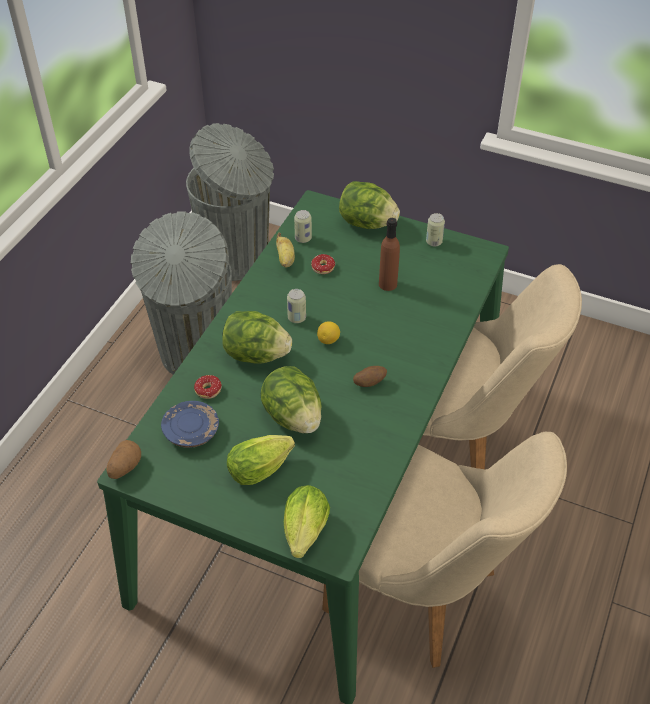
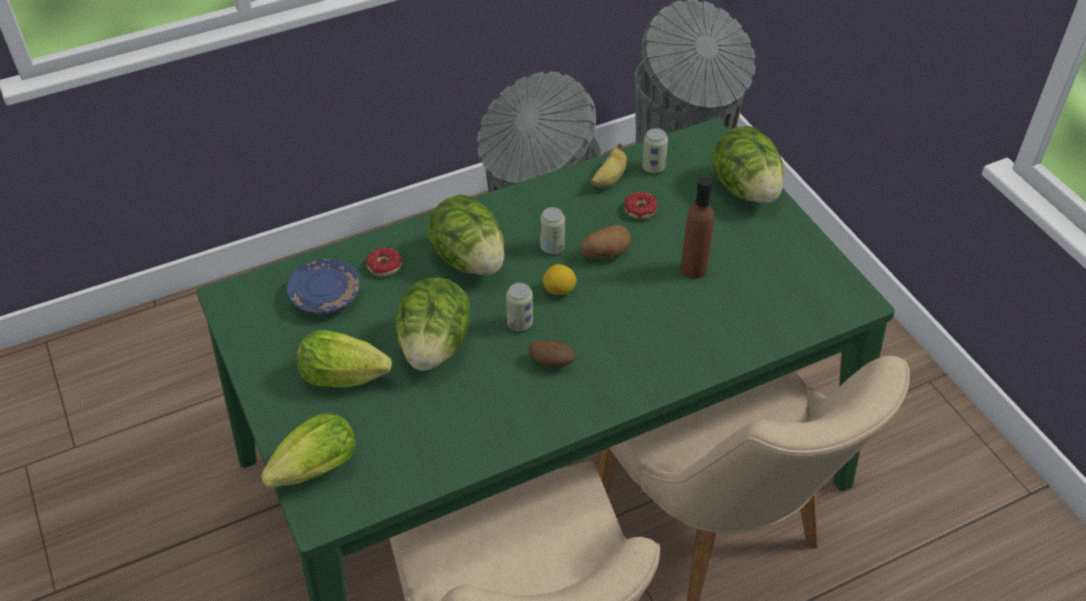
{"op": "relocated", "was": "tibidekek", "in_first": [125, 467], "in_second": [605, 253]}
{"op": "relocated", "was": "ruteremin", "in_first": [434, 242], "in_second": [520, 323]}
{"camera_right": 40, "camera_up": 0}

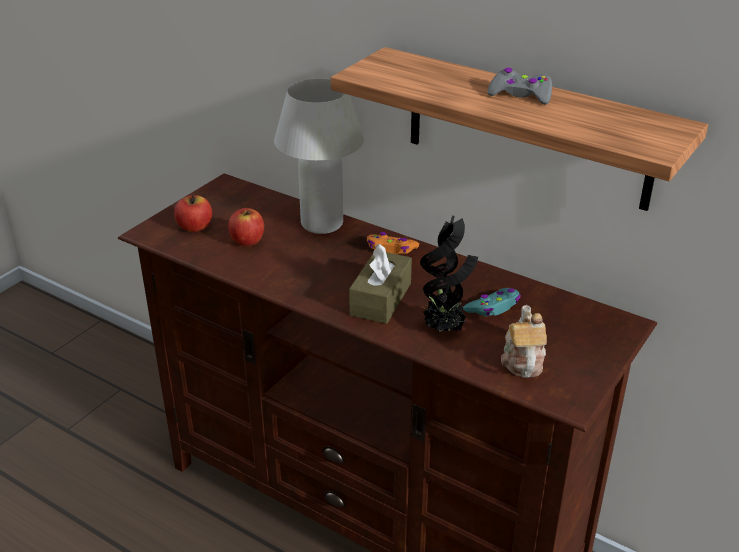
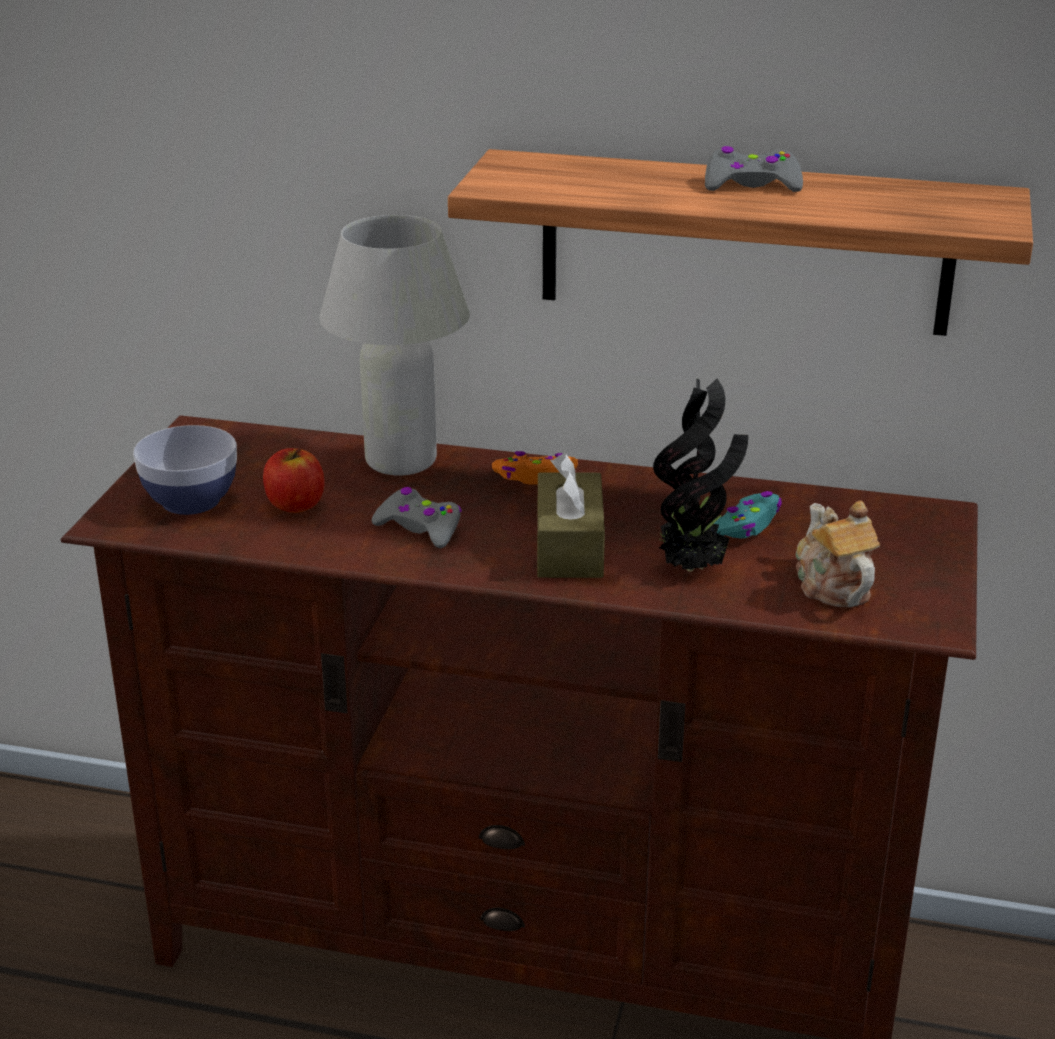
{"op": "exchanged", "was": "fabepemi", "now": "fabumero", "in_first": [195, 227], "in_second": [190, 501]}
{"op": "appeared", "now": "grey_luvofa", "in_second": [420, 528]}
{"camera_right": -20, "camera_up": -5}

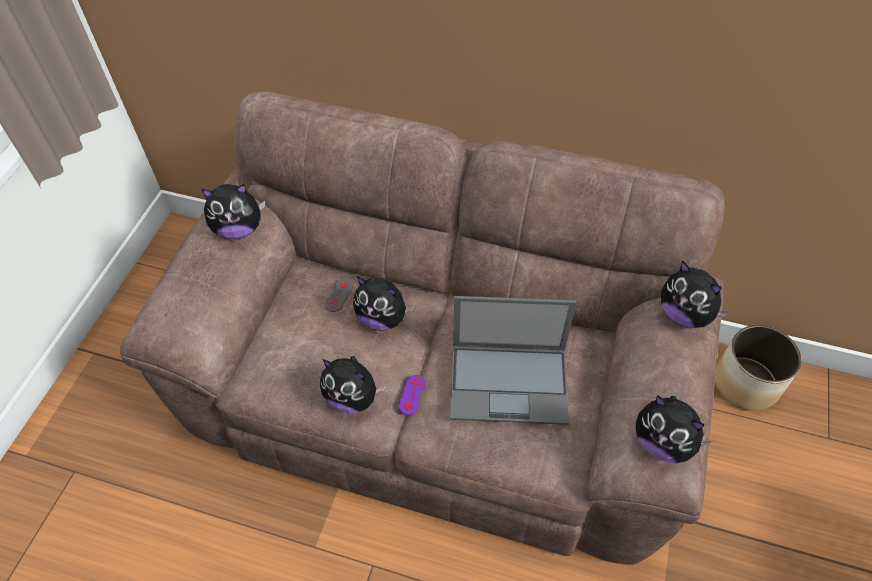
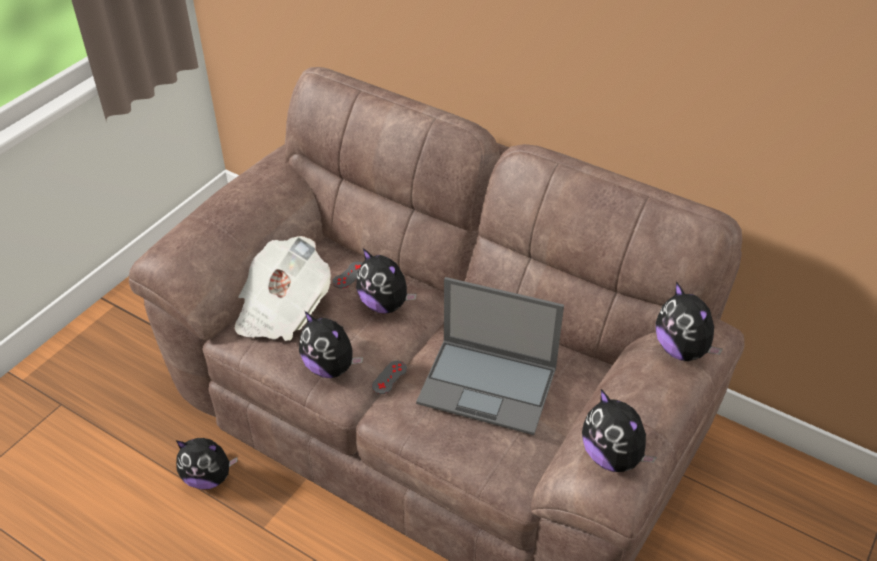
{"op": "relocated", "was": "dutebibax", "in_first": [239, 229], "in_second": [208, 477]}
{"op": "colour", "was": "purple_luvofa", "now": "grey_luvofa", "in_first": [412, 395], "in_second": [389, 377]}
{"op": "missing", "was": "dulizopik", "in_first": [746, 383]}
{"op": "appeared", "now": "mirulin", "in_second": [281, 309]}
{"camera_right": 15, "camera_up": -10}

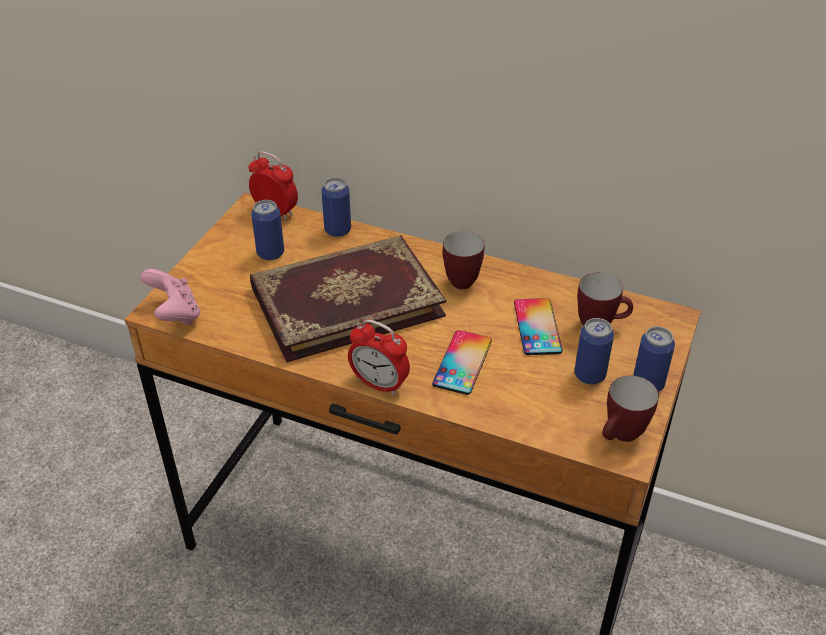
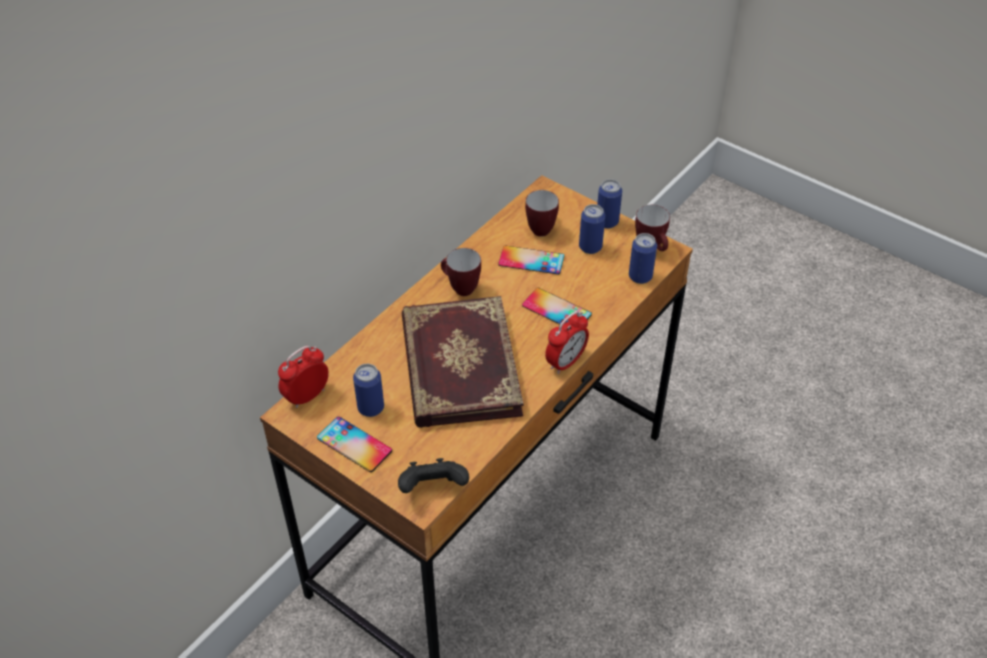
{"op": "colour", "was": "pink_luvofa", "now": "black_luvofa", "in_first": [175, 315], "in_second": [433, 488]}
{"op": "relocated", "was": "ruteremin", "in_first": [337, 230], "in_second": [640, 276]}
{"op": "appeared", "now": "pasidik", "in_second": [354, 444]}
{"camera_right": -75, "camera_up": 5}

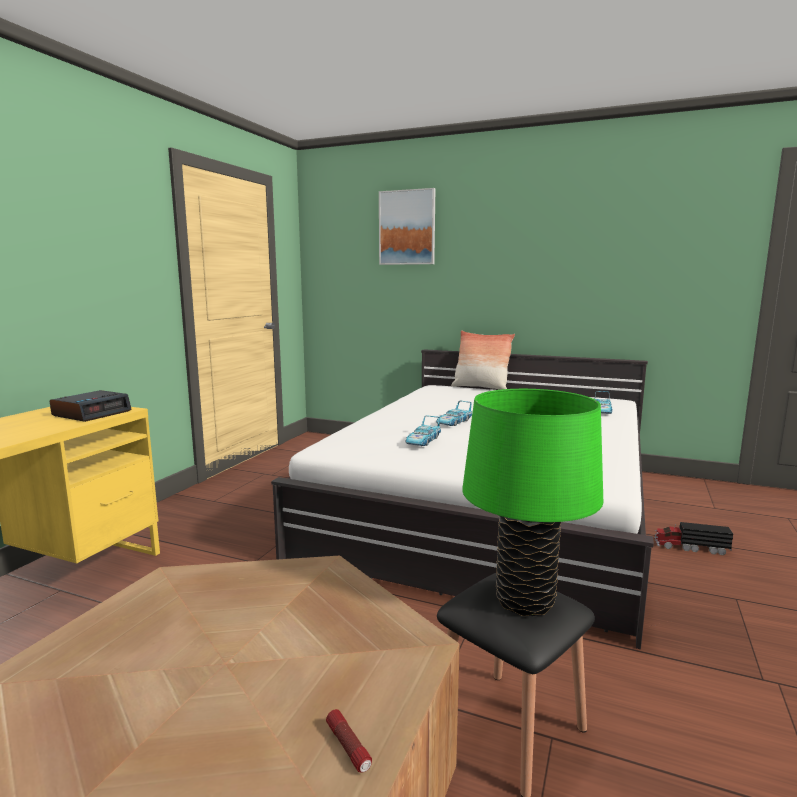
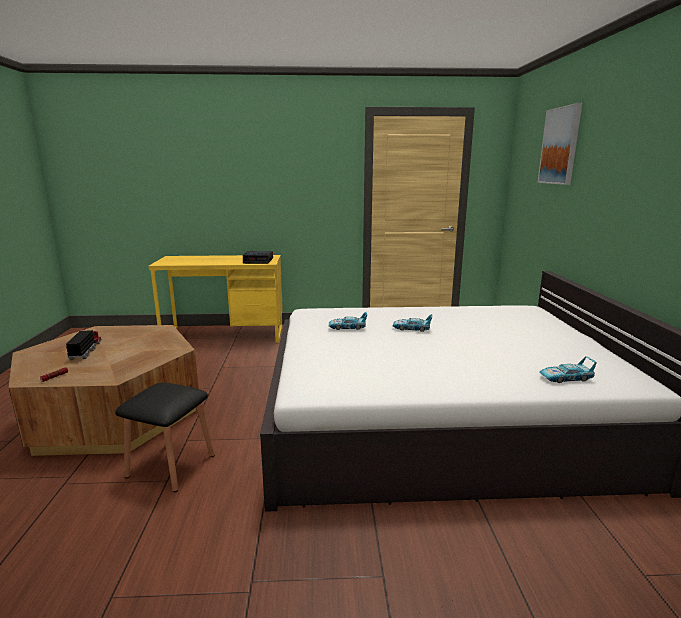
{"op": "missing", "was": "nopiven", "in_first": [481, 387]}
{"op": "missing", "was": "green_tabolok", "in_first": [525, 601]}
{"op": "relocated", "was": "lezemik", "in_first": [690, 547], "in_second": [86, 350]}
{"camera_right": 65, "camera_up": 5}

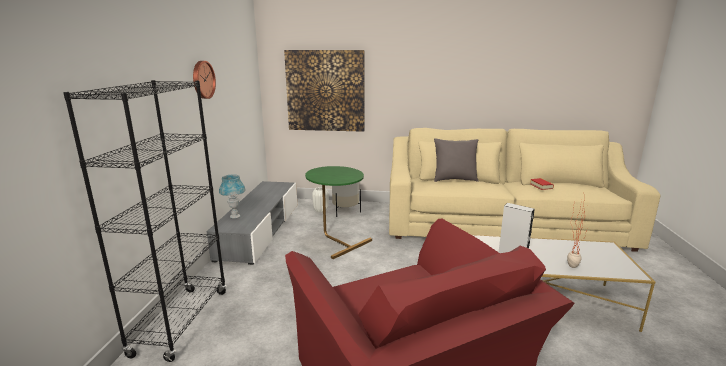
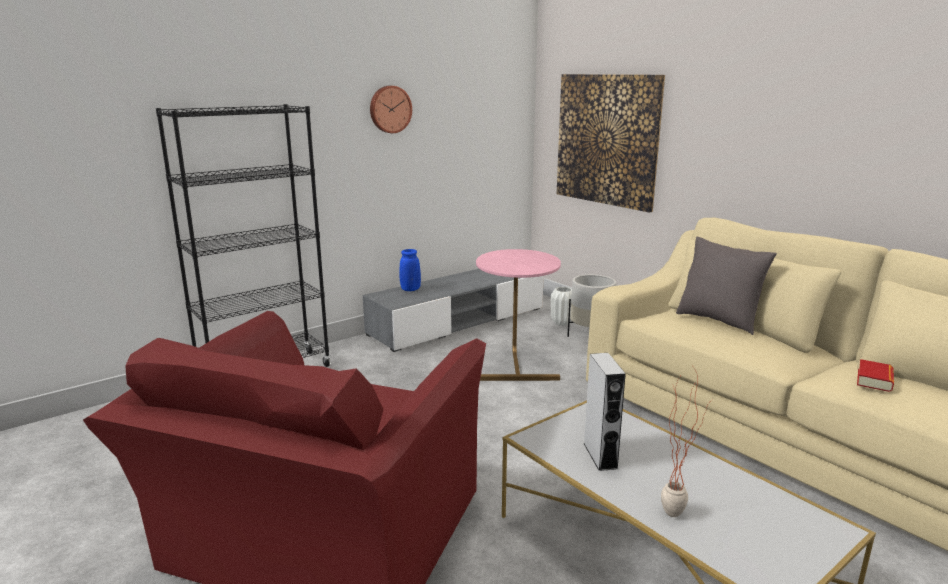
{"op": "exchanged", "was": "blue_tabolok", "now": "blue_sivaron", "in_first": [235, 216], "in_second": [410, 289]}
{"op": "colour", "was": "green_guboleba", "now": "pink_guboleba", "in_first": [336, 241], "in_second": [516, 364]}
{"camera_right": 45, "camera_up": 0}

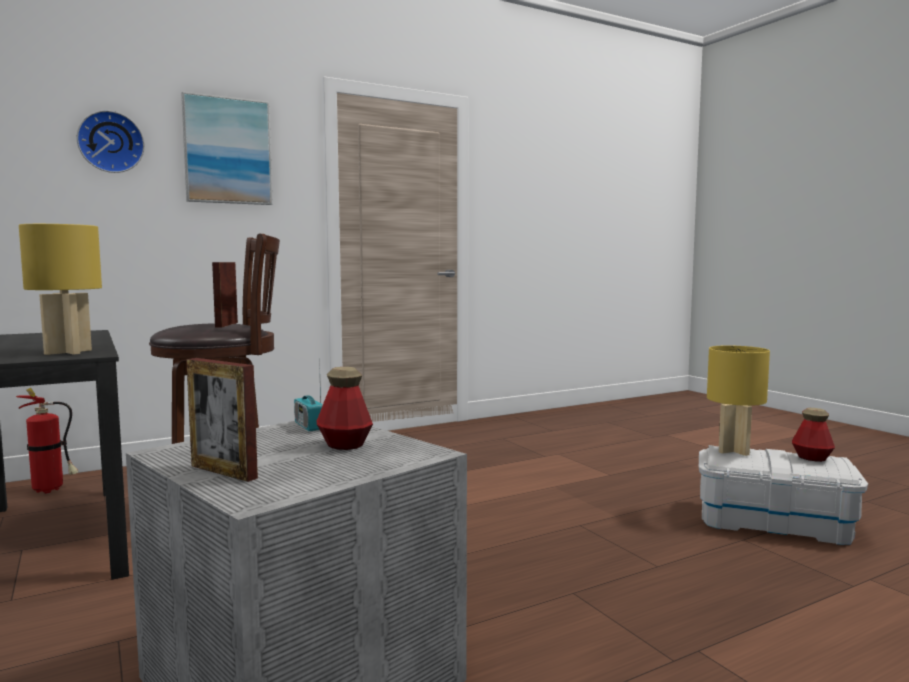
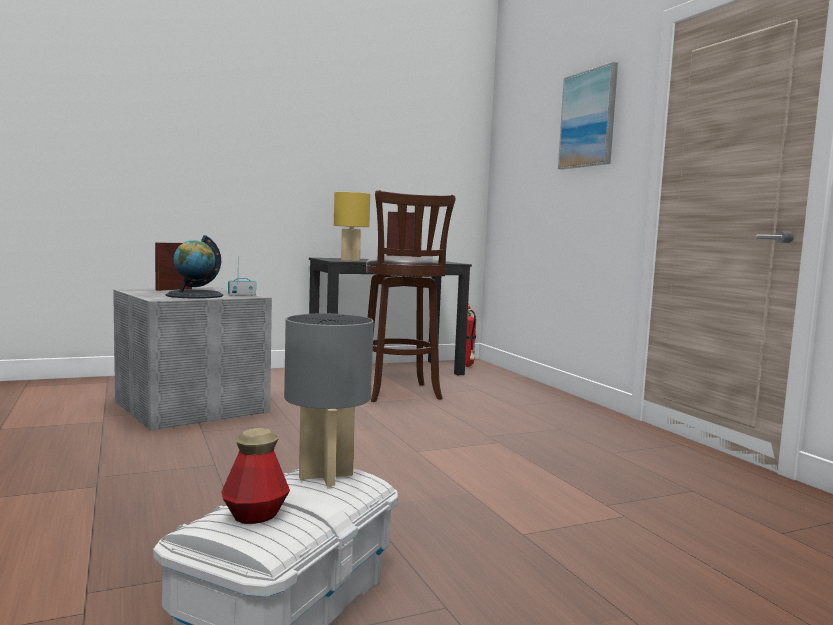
{"op": "missing", "was": "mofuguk", "in_first": [111, 142]}
{"op": "exchanged", "was": "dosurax", "now": "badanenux", "in_first": [344, 445], "in_second": [194, 295]}
{"op": "colour", "was": "yellow_tabolok", "now": "grey_tabolok", "in_first": [734, 451], "in_second": [325, 476]}
{"camera_right": 95, "camera_up": 0}

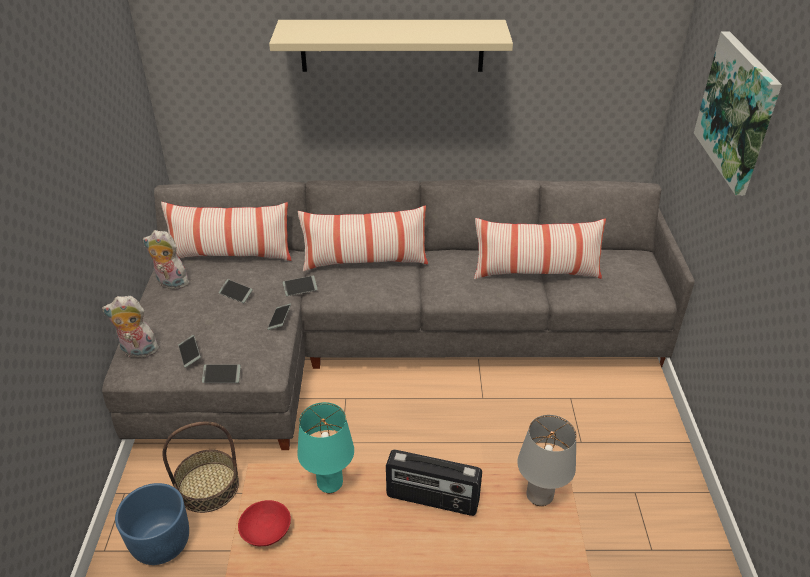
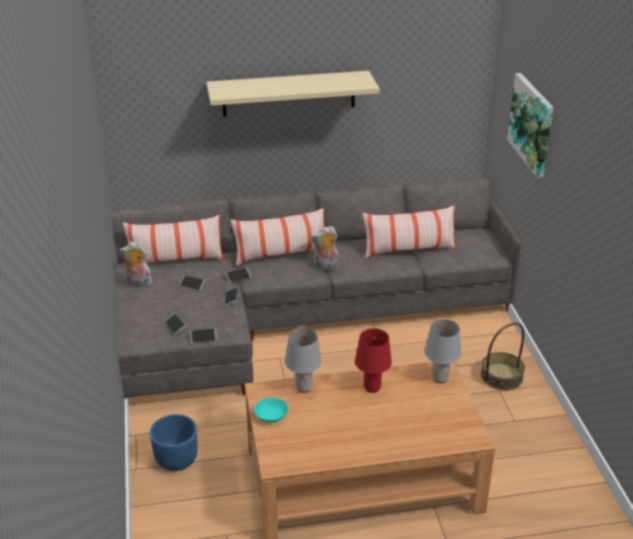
{"op": "relocated", "was": "dutebibax", "in_first": [138, 352], "in_second": [325, 267]}
{"op": "relocated", "was": "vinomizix", "in_first": [208, 487], "in_second": [501, 376]}
{"op": "colour", "was": "red_fabumero", "now": "turquoise_fabumero", "in_first": [266, 529], "in_second": [271, 415]}
{"op": "colour", "was": "turquoise_tabolok", "now": "grey_tabolok", "in_first": [330, 484], "in_second": [304, 388]}
{"op": "exchanged", "was": "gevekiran", "now": "red_tabolok", "in_first": [432, 500], "in_second": [372, 388]}
{"camera_right": -10, "camera_up": -5}

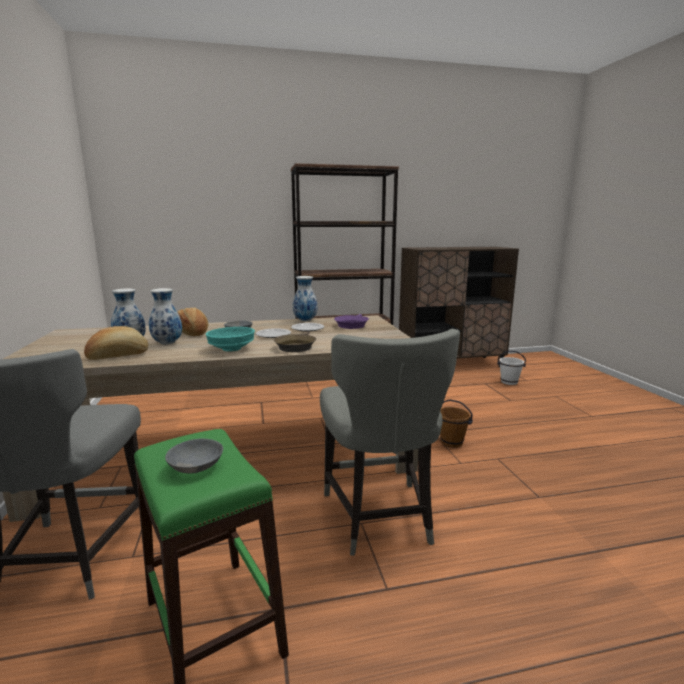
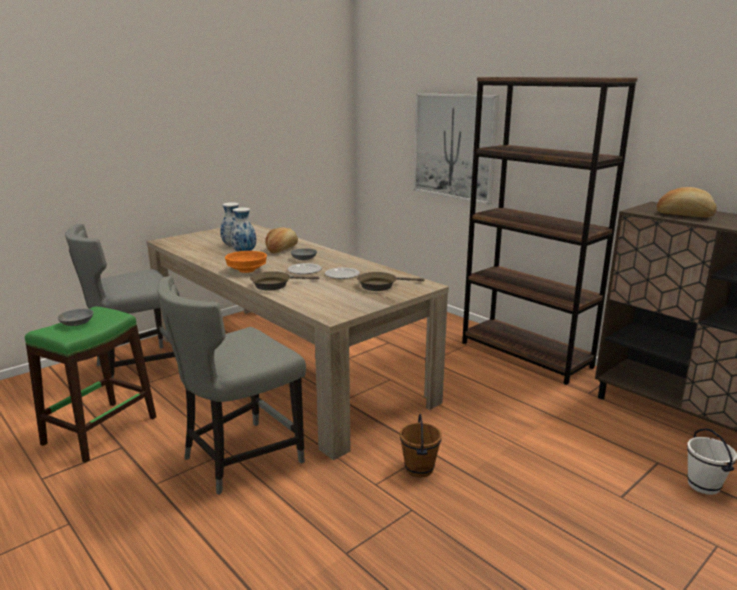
{"op": "relocated", "was": "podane", "in_first": [118, 356], "in_second": [684, 215]}
{"op": "colour", "was": "turquoise_fabumero", "now": "orange_fabumero", "in_first": [232, 349], "in_second": [247, 270]}
{"op": "missing", "was": "sivaron", "in_first": [305, 320]}
{"op": "colour", "was": "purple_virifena", "now": "brown_virifena", "in_first": [351, 325], "in_second": [380, 285]}
{"op": "appeared", "now": "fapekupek", "in_second": [454, 146]}
{"camera_right": 60, "camera_up": 5}

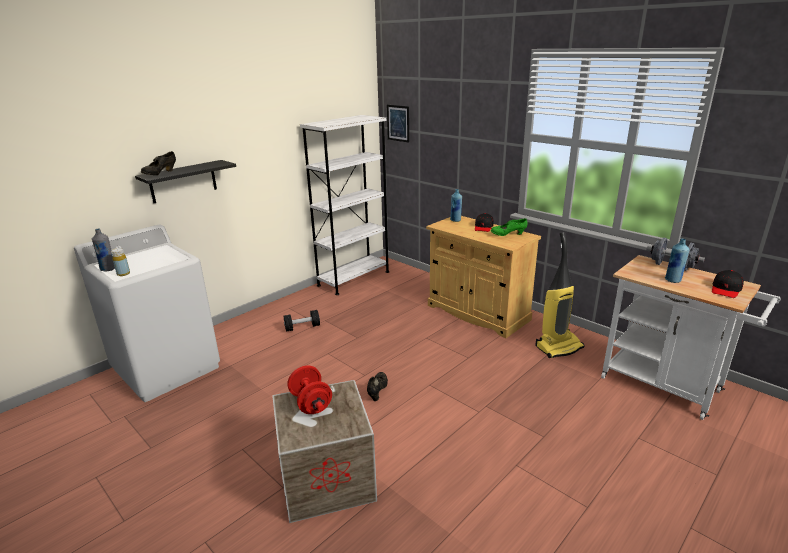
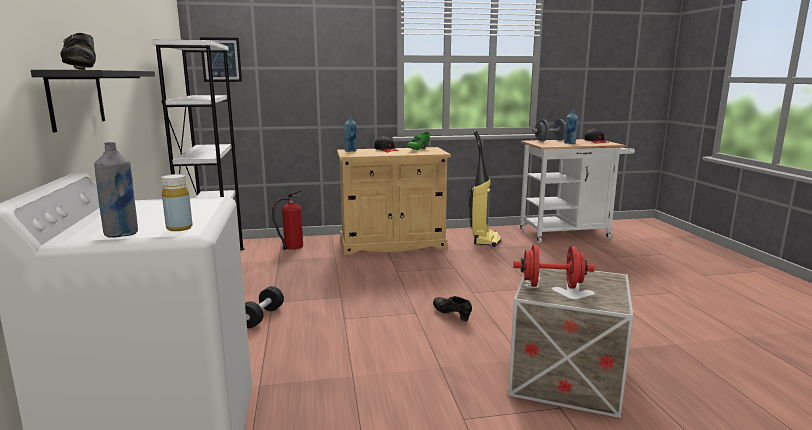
{"op": "appeared", "now": "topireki", "in_second": [292, 247]}
{"camera_right": -55, "camera_up": -10}

